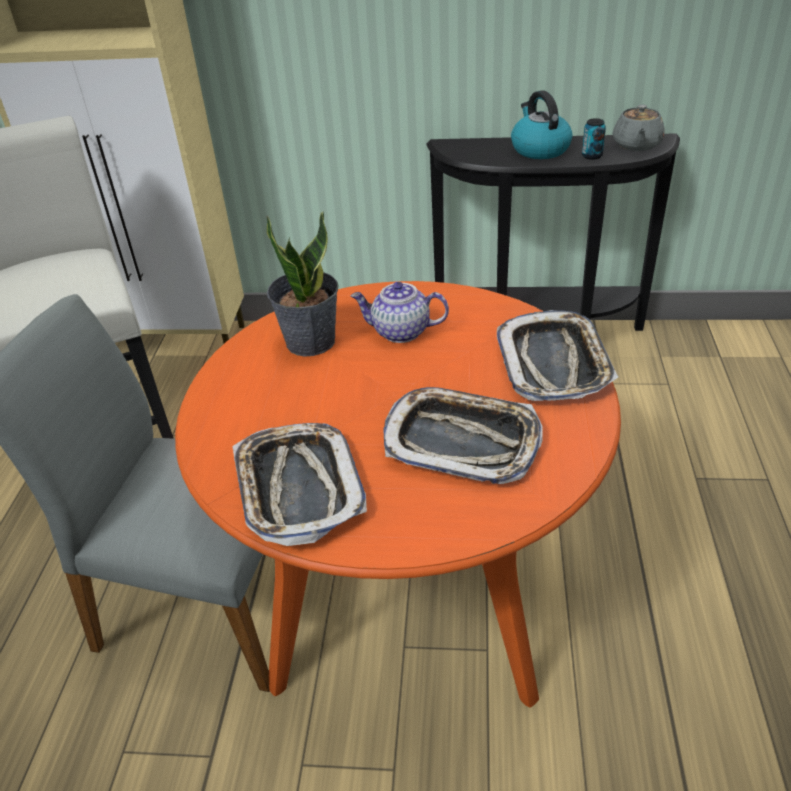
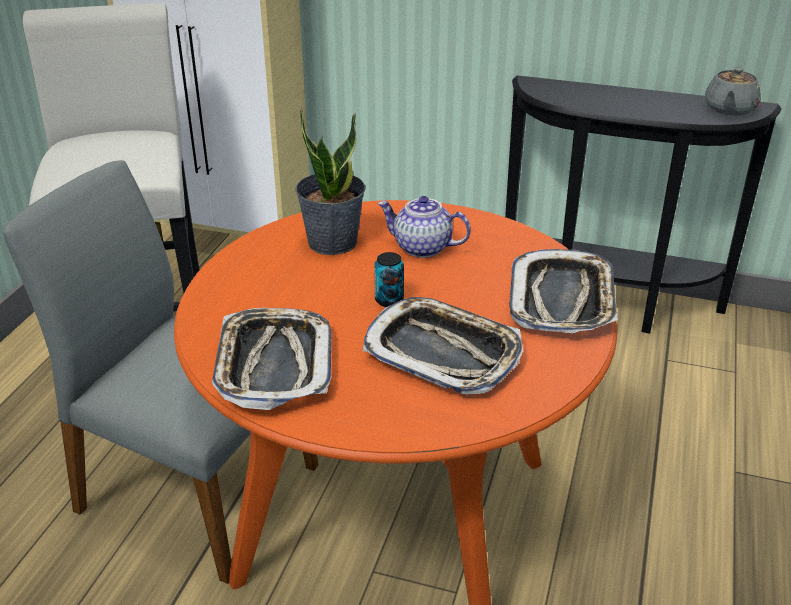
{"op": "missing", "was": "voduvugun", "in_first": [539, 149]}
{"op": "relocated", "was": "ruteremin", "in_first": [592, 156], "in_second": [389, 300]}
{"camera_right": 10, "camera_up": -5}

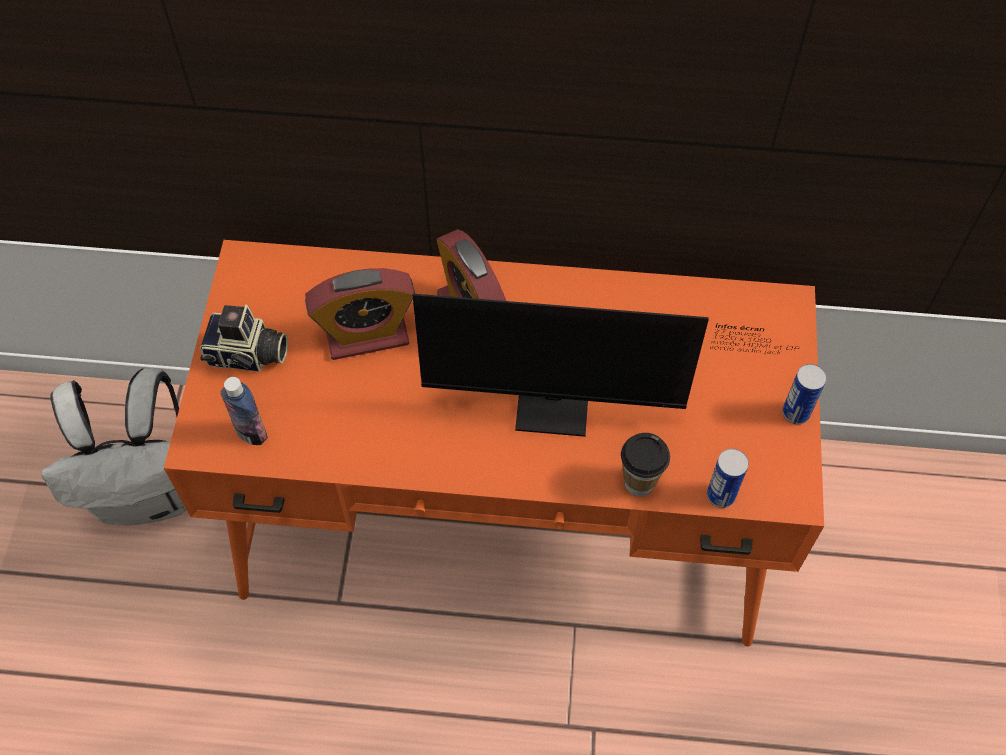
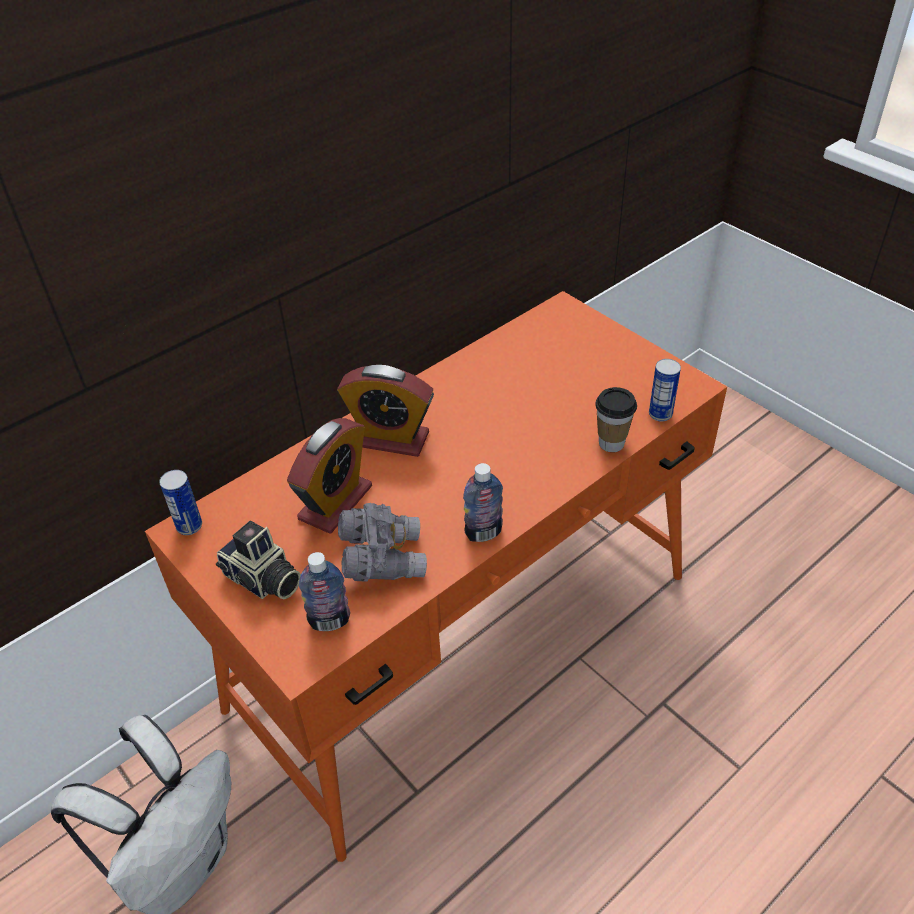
{"op": "spun", "was": "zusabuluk", "in_first": [248, 356], "in_second": [262, 580], "clockwise": 75}
{"op": "missing", "was": "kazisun", "in_first": [565, 407]}
{"op": "relocated", "was": "ruteremin", "in_first": [795, 413], "in_second": [189, 526]}
{"op": "appeared", "now": "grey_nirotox", "in_second": [382, 558]}
{"op": "appeared", "now": "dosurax", "in_second": [483, 533]}
{"camera_right": -45, "camera_up": -15}

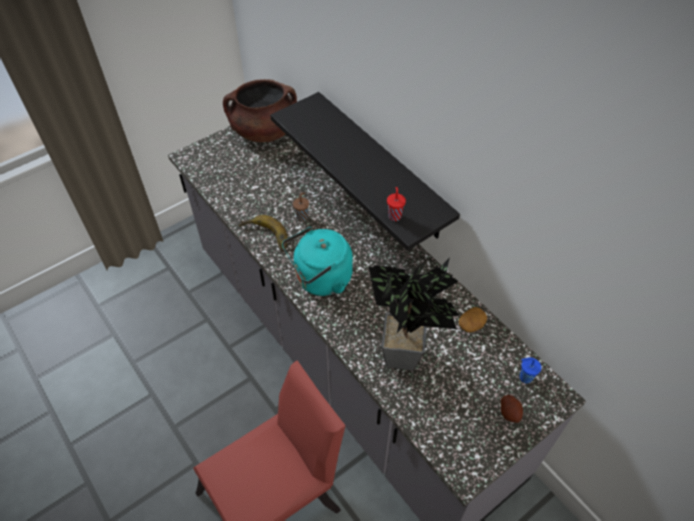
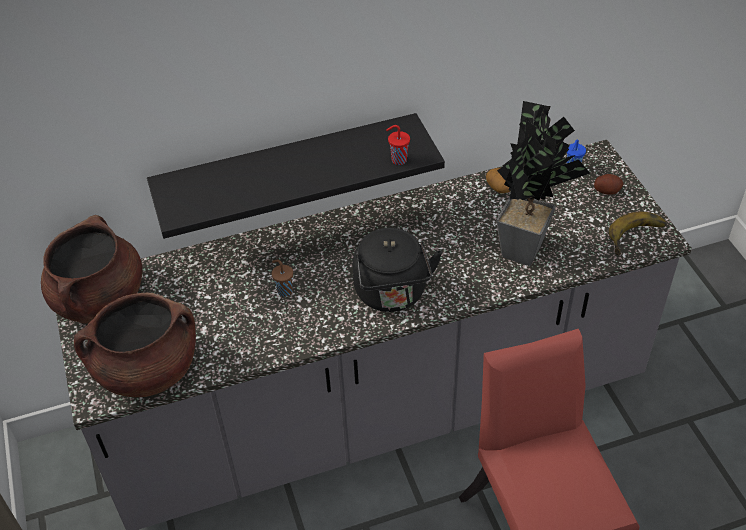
{"op": "relocated", "was": "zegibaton", "in_first": [265, 238], "in_second": [638, 238]}
{"op": "colour", "was": "turquoise_voduvugun", "now": "black_voduvugun", "in_first": [320, 279], "in_second": [392, 294]}
{"op": "appeared", "now": "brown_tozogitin", "in_second": [147, 370]}
{"camera_right": -70, "camera_up": -5}

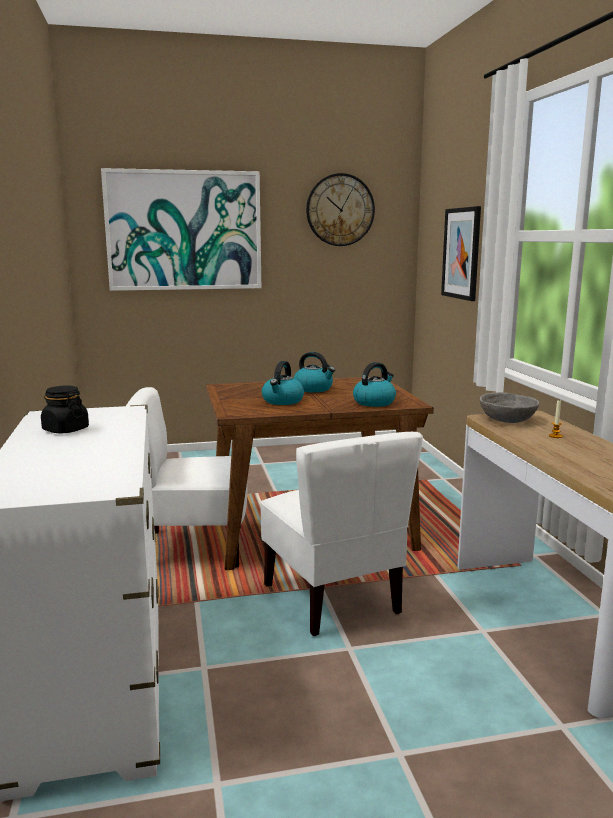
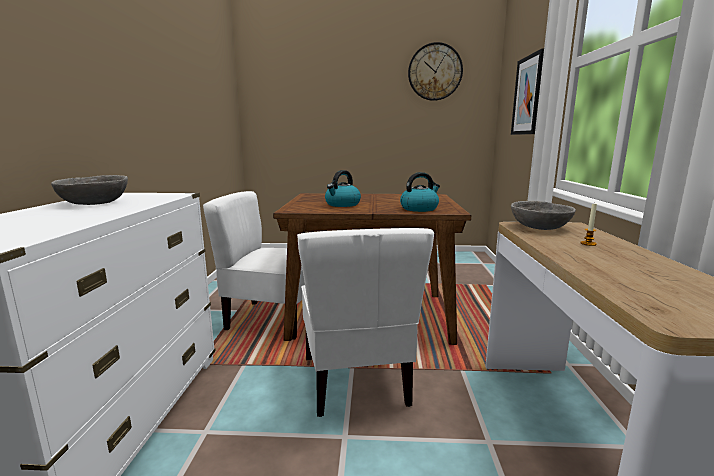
{"op": "exchanged", "was": "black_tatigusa", "now": "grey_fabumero", "in_first": [65, 430], "in_second": [95, 203]}
{"op": "missing", "was": "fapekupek", "in_first": [184, 230]}
{"op": "missing", "was": "voduvugun", "in_first": [314, 389]}
{"camera_right": 15, "camera_up": 0}

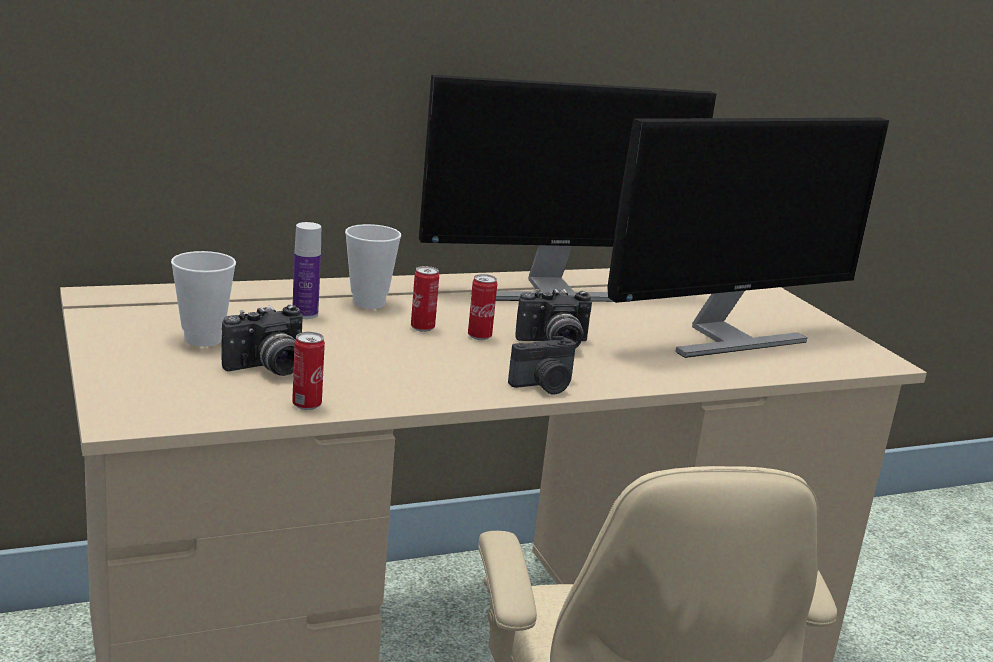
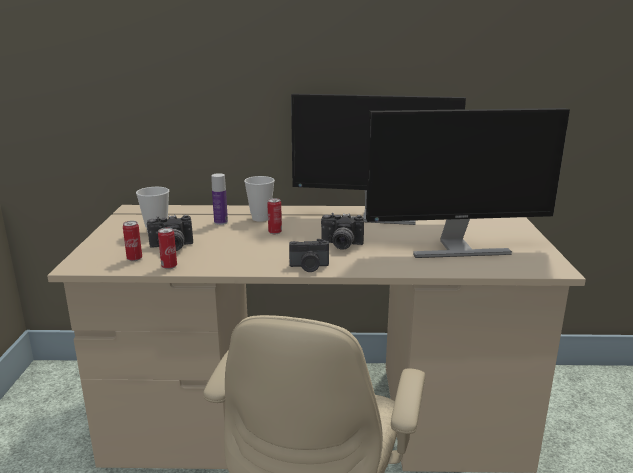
{"op": "relocated", "was": "ruteremin", "in_first": [479, 336], "in_second": [134, 259]}
{"camera_right": 25, "camera_up": 0}

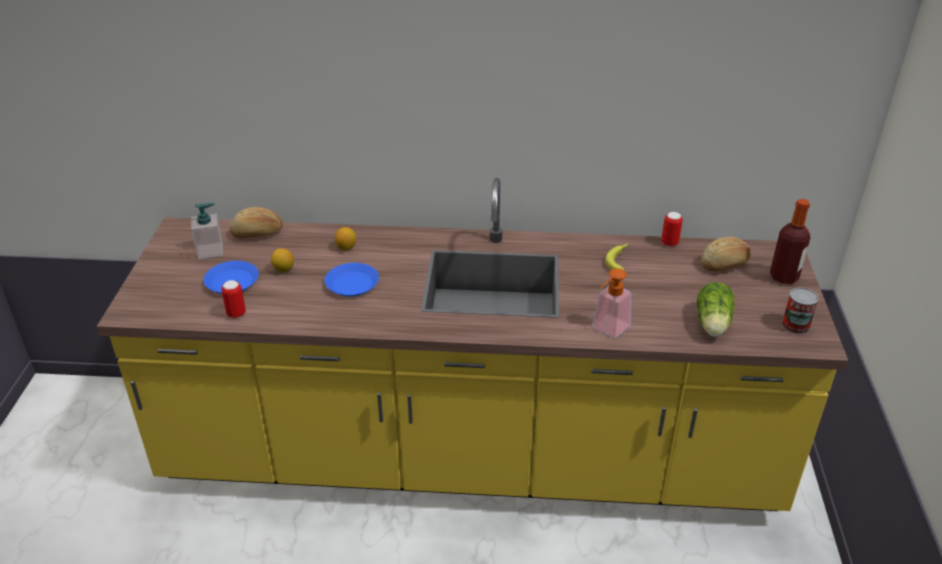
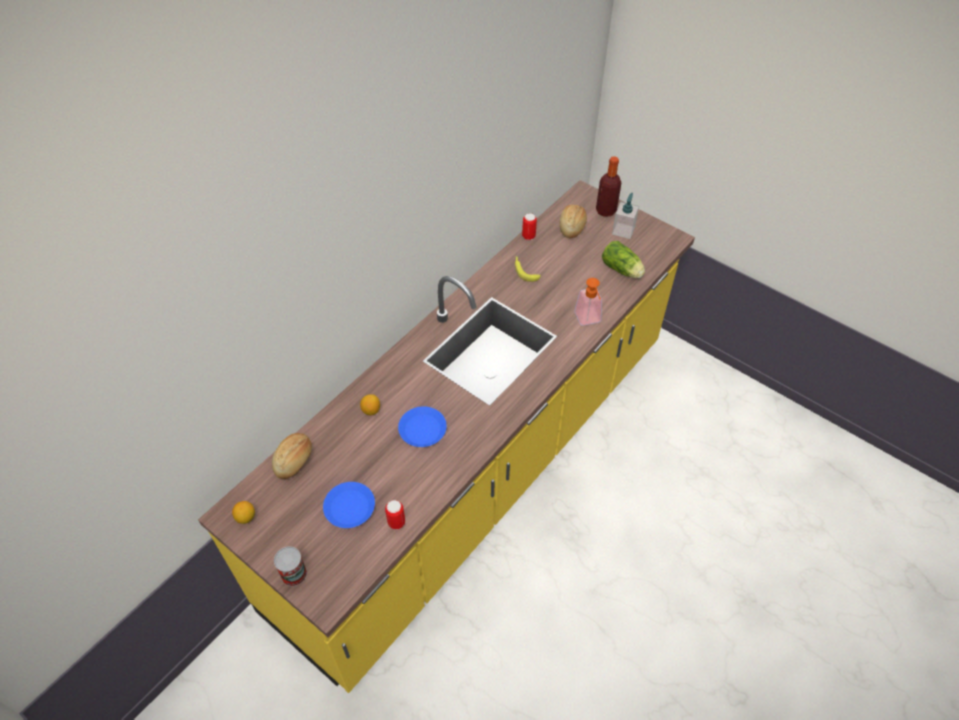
{"op": "relocated", "was": "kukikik", "in_first": [210, 250], "in_second": [623, 230]}
{"op": "relocated", "was": "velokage", "in_first": [283, 269], "in_second": [246, 517]}
{"op": "relocated", "was": "ruteremin", "in_first": [795, 325], "in_second": [294, 574]}
{"camera_right": -55, "camera_up": 15}

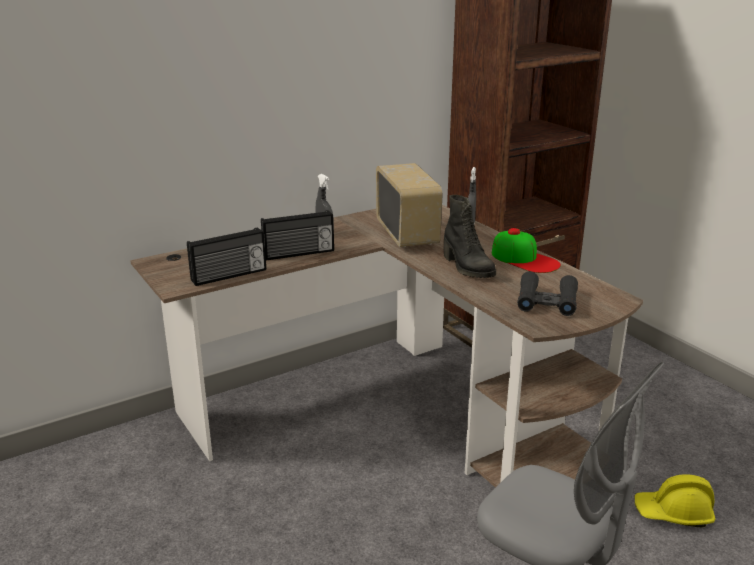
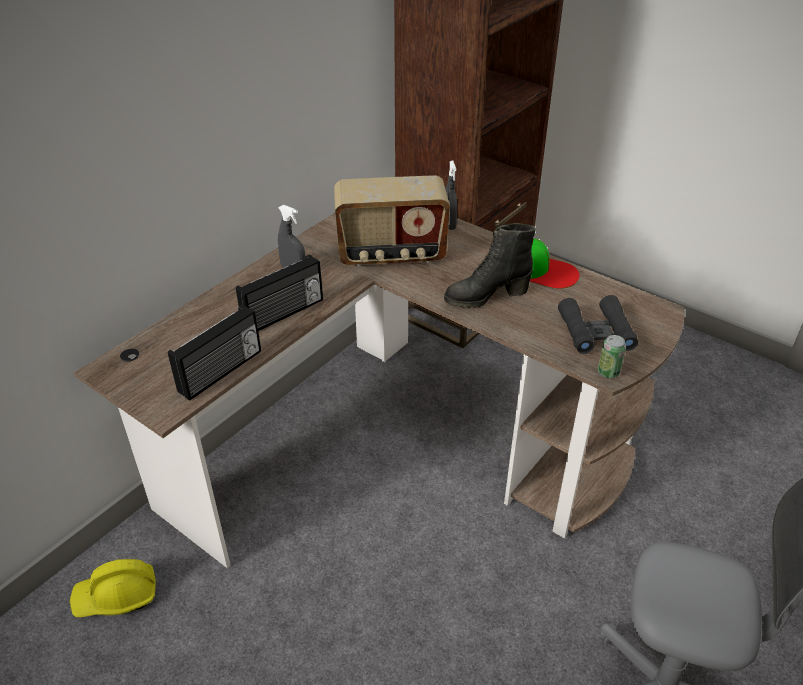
{"op": "spun", "was": "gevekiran", "in_first": [408, 234], "in_second": [391, 254], "clockwise": 120}
{"op": "spun", "was": "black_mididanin", "in_first": [467, 268], "in_second": [486, 296], "clockwise": 120}
{"op": "relocated", "was": "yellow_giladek", "in_first": [673, 513], "in_second": [117, 596]}
{"op": "appeared", "now": "ruteremin", "in_second": [608, 372]}
{"camera_right": -20, "camera_up": 15}

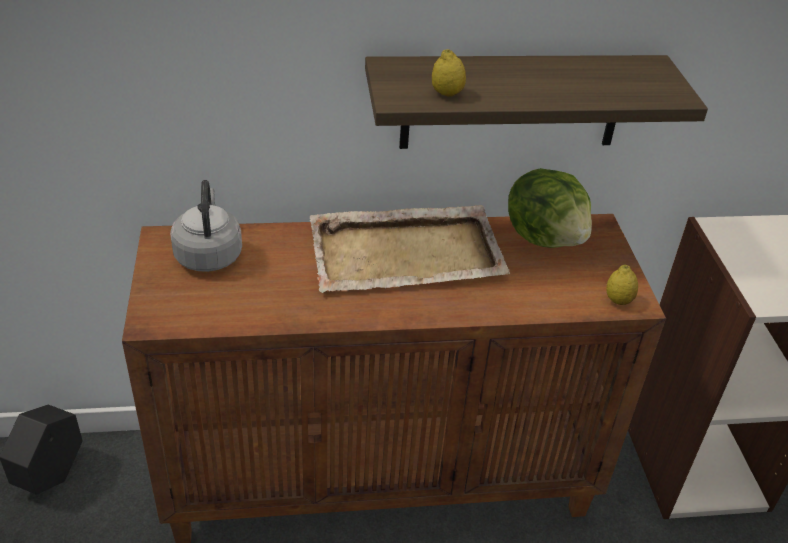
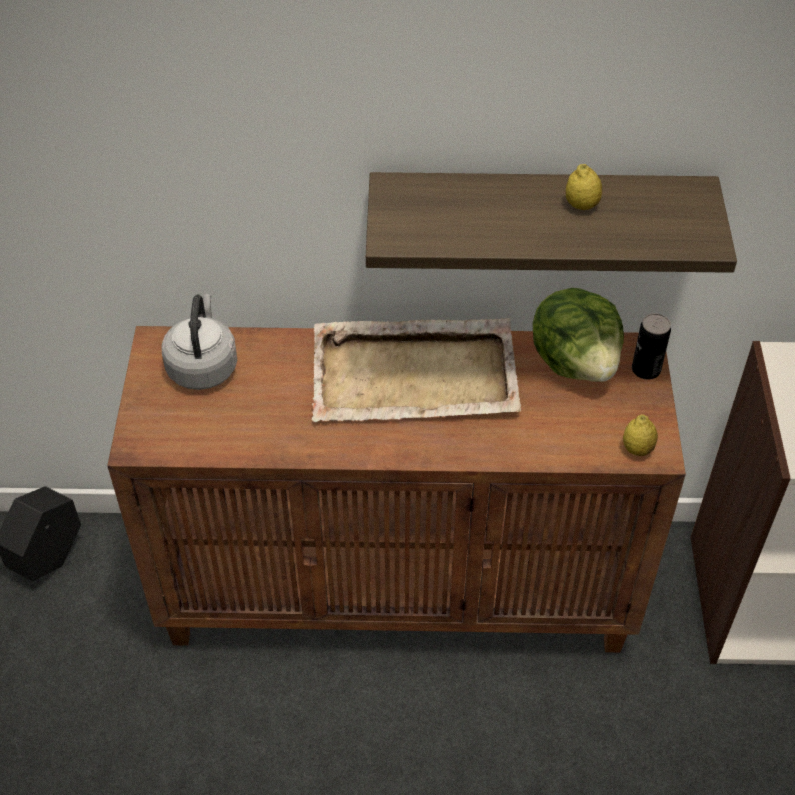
{"op": "relocated", "was": "velokage", "in_first": [447, 93], "in_second": [581, 205]}
{"op": "appeared", "now": "ruteremin", "in_second": [646, 369]}
{"camera_right": 10, "camera_up": 10}

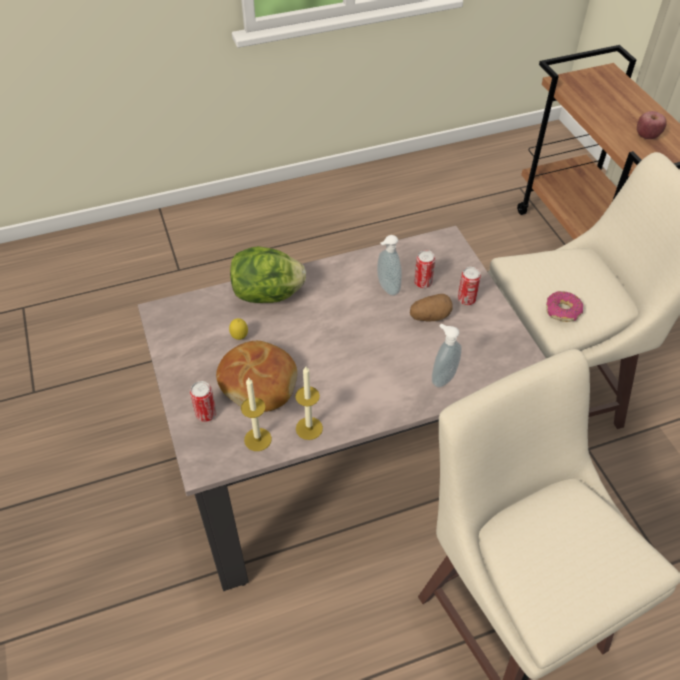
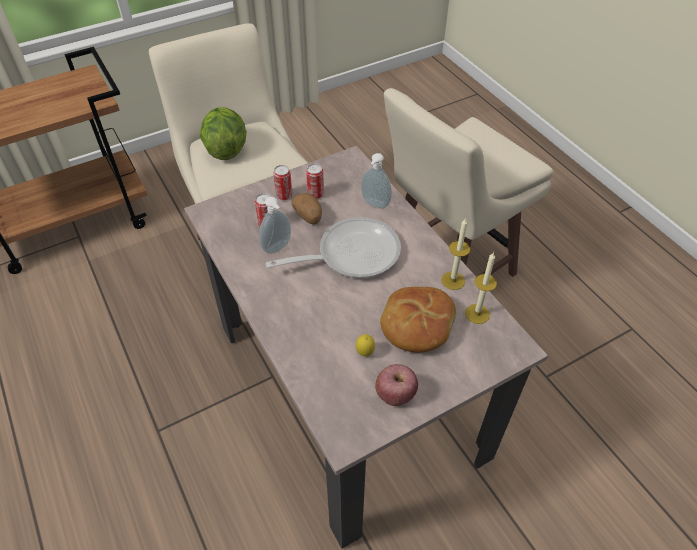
{"op": "relocated", "was": "ruteremin", "in_first": [206, 414], "in_second": [315, 194]}
{"op": "relocated", "was": "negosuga", "in_first": [268, 295], "in_second": [225, 149]}
{"op": "missing", "was": "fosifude", "in_first": [563, 311]}
{"op": "relocated", "was": "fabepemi", "in_first": [647, 136], "in_second": [395, 394]}
{"op": "appeared", "now": "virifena", "in_second": [351, 254]}
{"camera_right": -100, "camera_up": 0}

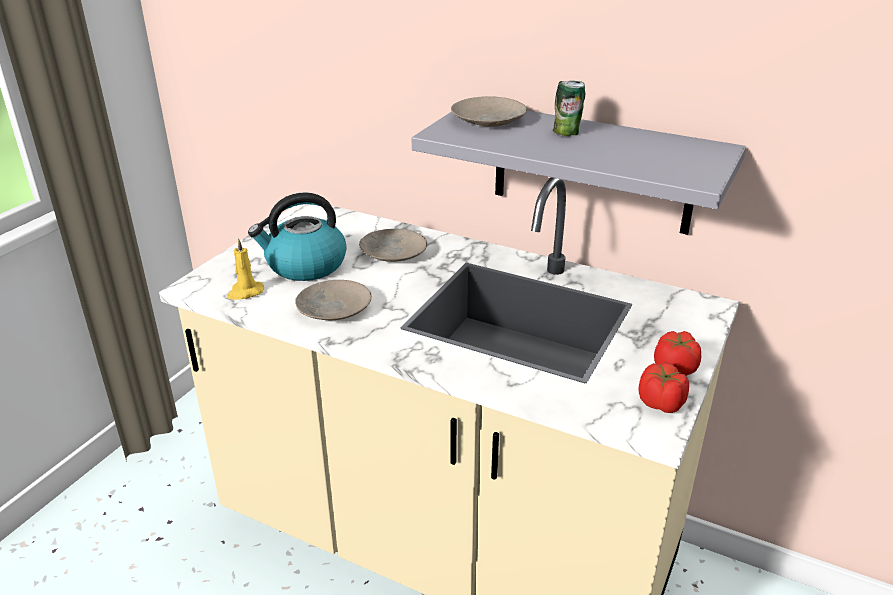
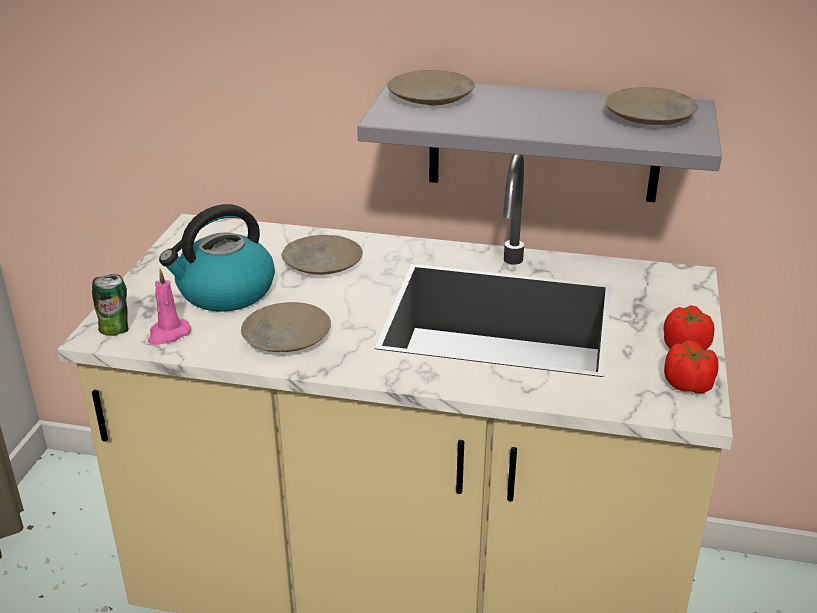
{"op": "colour", "was": "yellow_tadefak", "now": "pink_tadefak", "in_first": [245, 292], "in_second": [168, 334]}
{"op": "relocated", "was": "ruteremin", "in_first": [567, 133], "in_second": [115, 330]}
{"op": "appeared", "now": "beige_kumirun", "in_second": [650, 117]}
{"camera_right": -15, "camera_up": 0}

